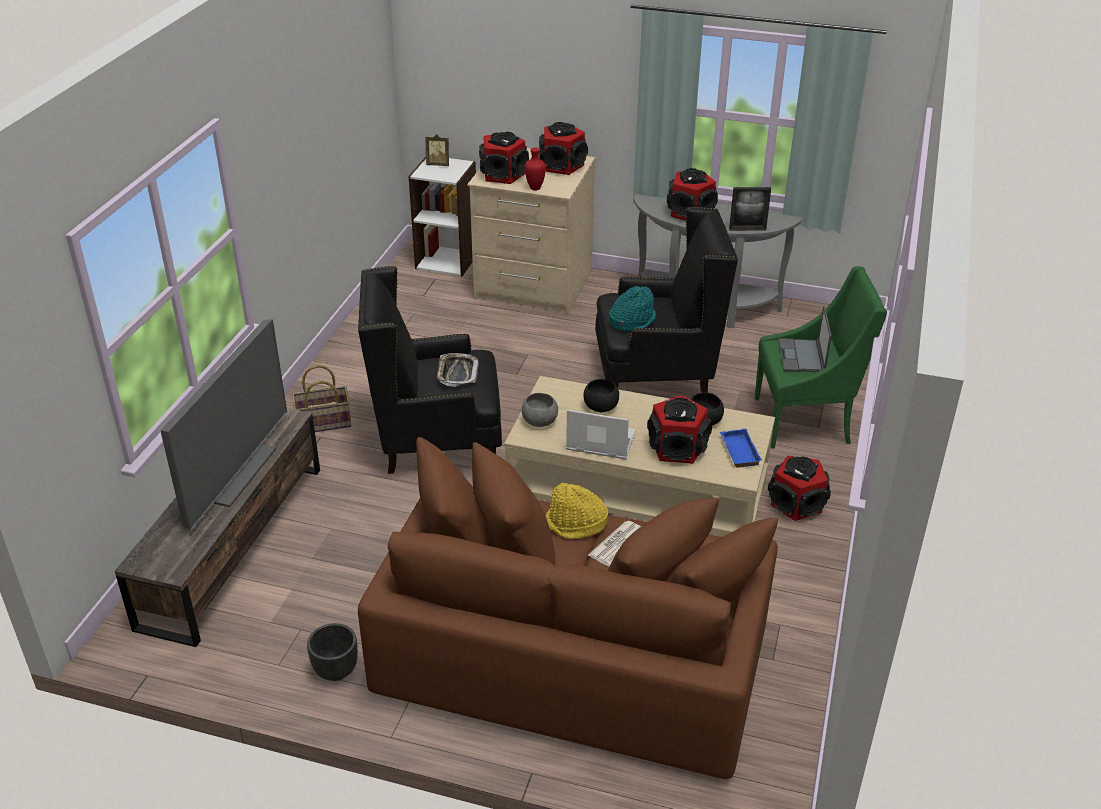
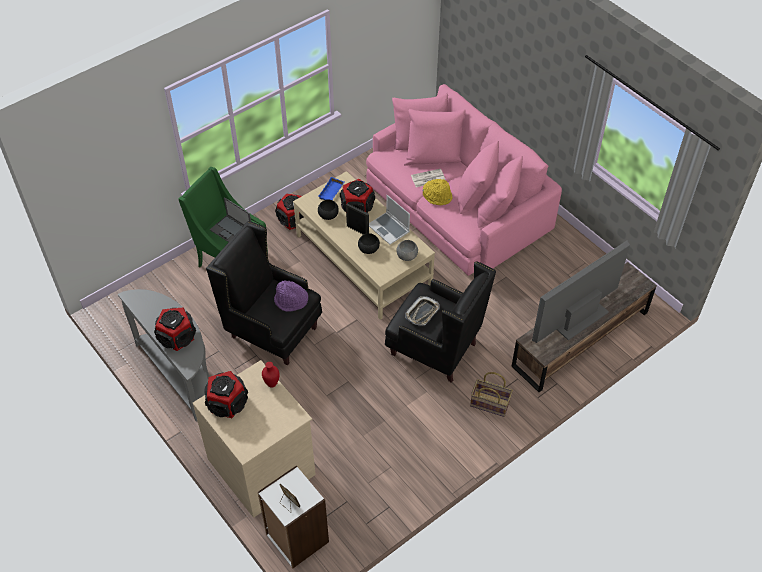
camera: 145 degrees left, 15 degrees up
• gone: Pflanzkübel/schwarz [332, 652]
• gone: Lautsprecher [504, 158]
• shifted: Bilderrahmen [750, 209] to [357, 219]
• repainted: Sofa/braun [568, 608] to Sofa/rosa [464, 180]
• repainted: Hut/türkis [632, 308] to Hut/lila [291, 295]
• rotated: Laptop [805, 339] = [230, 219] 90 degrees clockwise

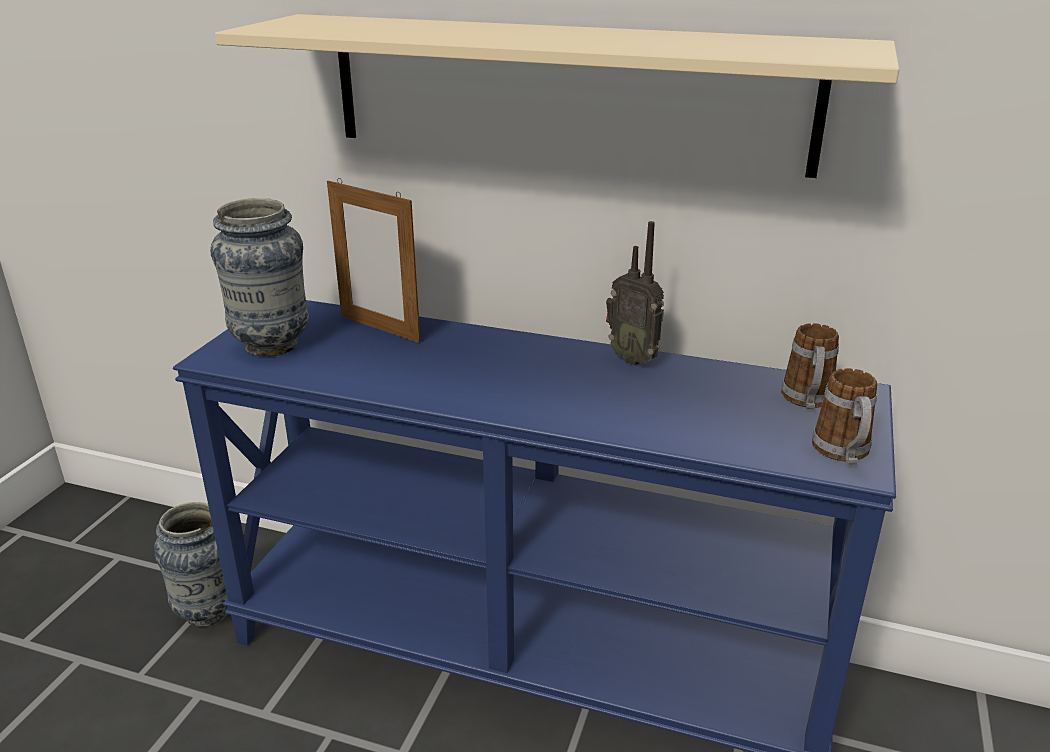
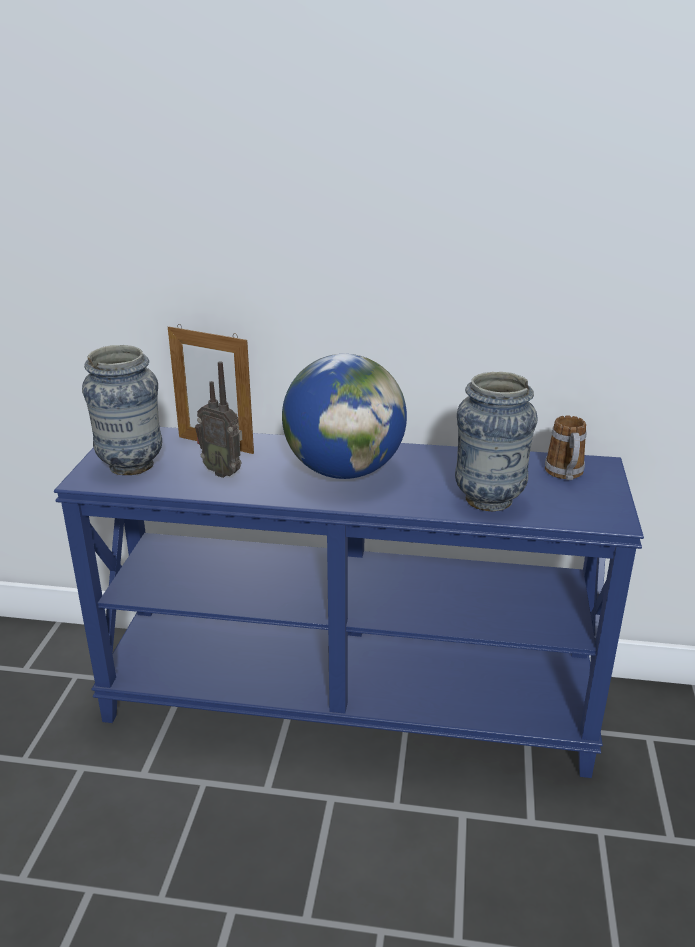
camera: 10 degrees left, 0 degrees up
• gone: Wandregal/beige [557, 96]
• gone: Henkelbecher [844, 416]
• new: Globus [344, 416]
• shifted: Vase [191, 564] to [496, 441]
• shifted: Radio [635, 293] to [218, 419]

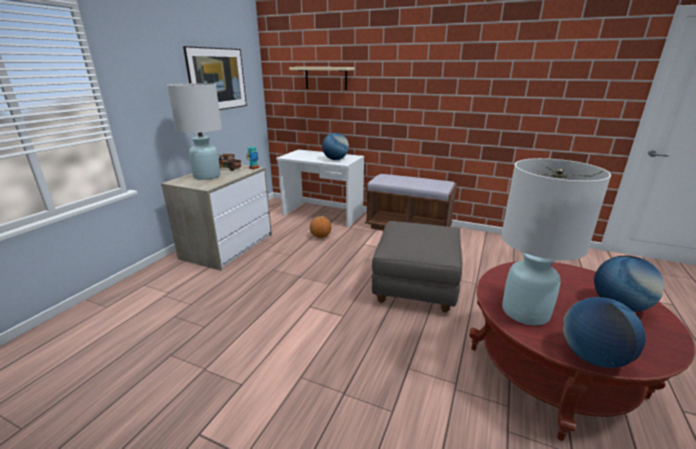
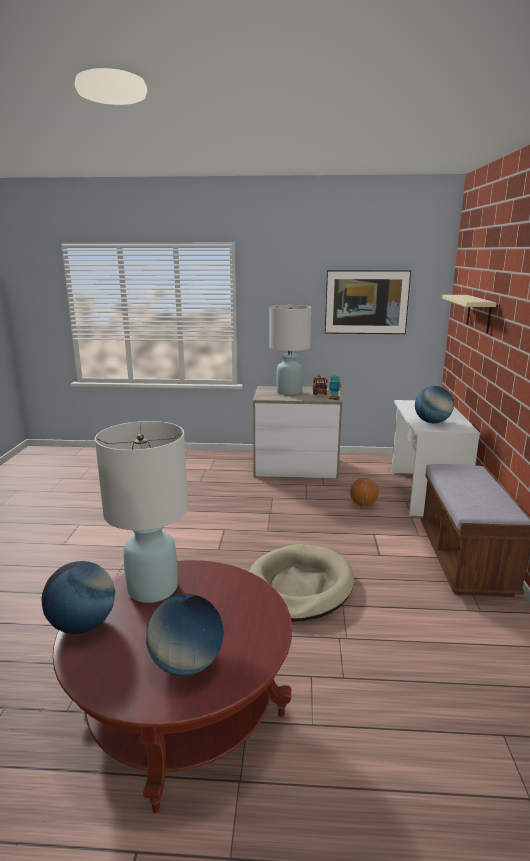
camera: 70 degrees right, 5 degrees down
• swapped: Polsterhocker/grau [417, 267] to Hundebett/beige [301, 583]

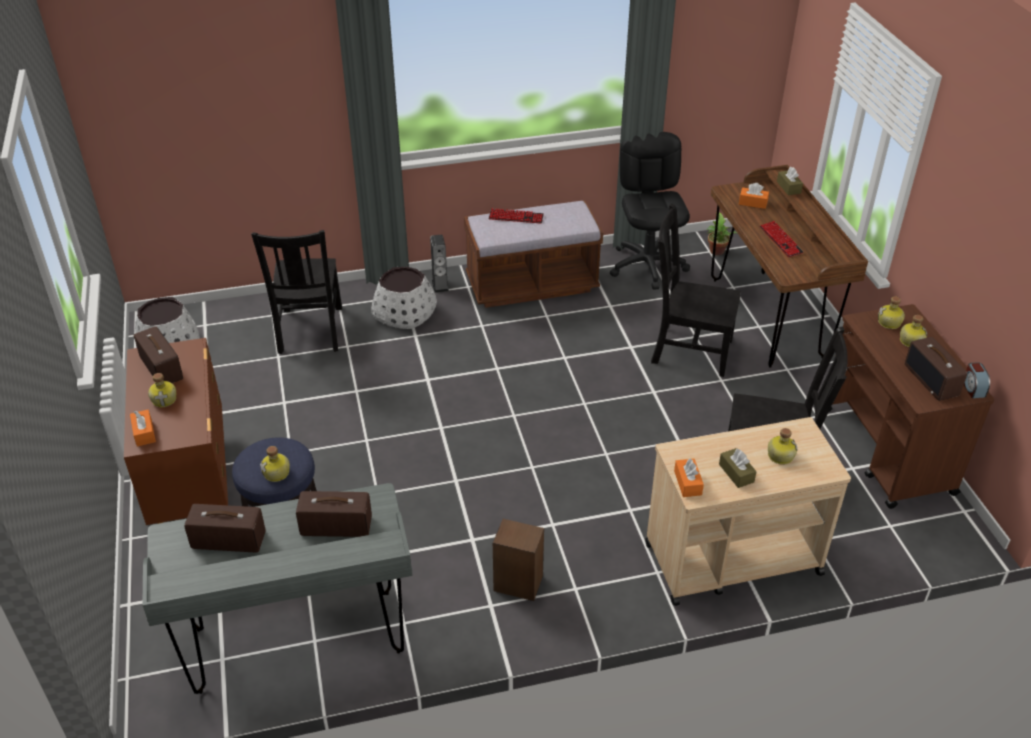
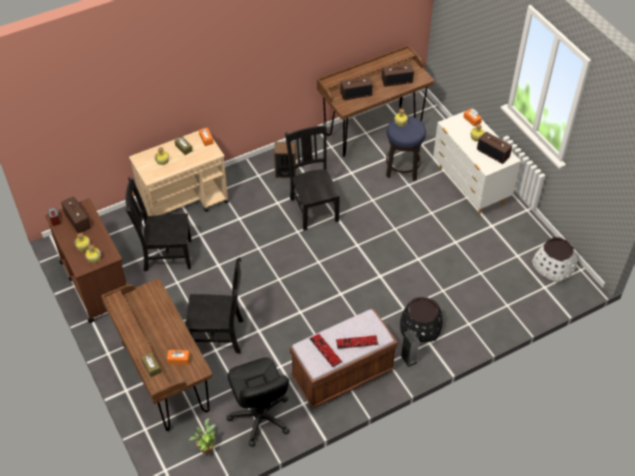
camera: 165 degrees right, 10 degrees up
• shifted: Stuhl/schwarz [296, 292] to [312, 177]
• shifted: Tastatur [782, 239] to [325, 350]
• repainted: Kommode/braun [176, 431] to Kommode/weiß [477, 163]
• repainted: Schreibtisch/grau [277, 588] to Schreibtisch/braun [375, 101]
• repainted: Pflanzkübel/weiß [404, 298] to Pflanzkübel/schwarz [421, 319]

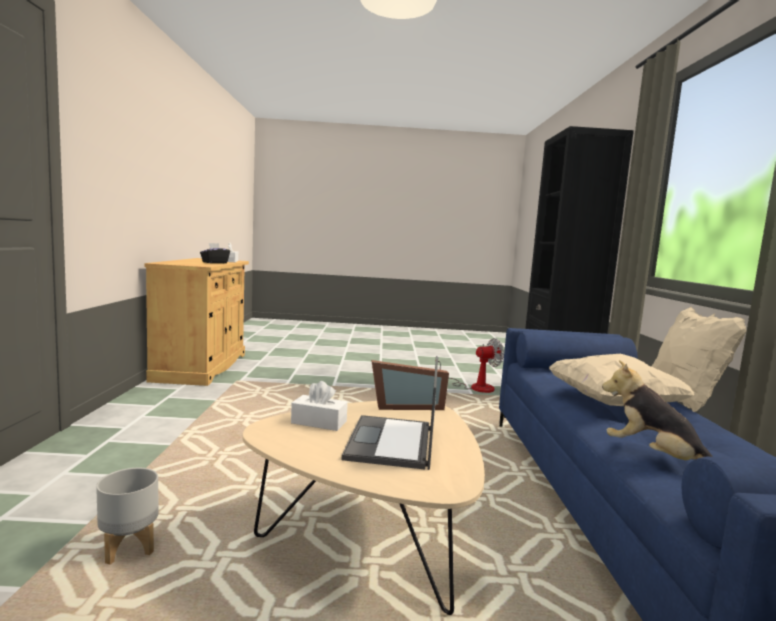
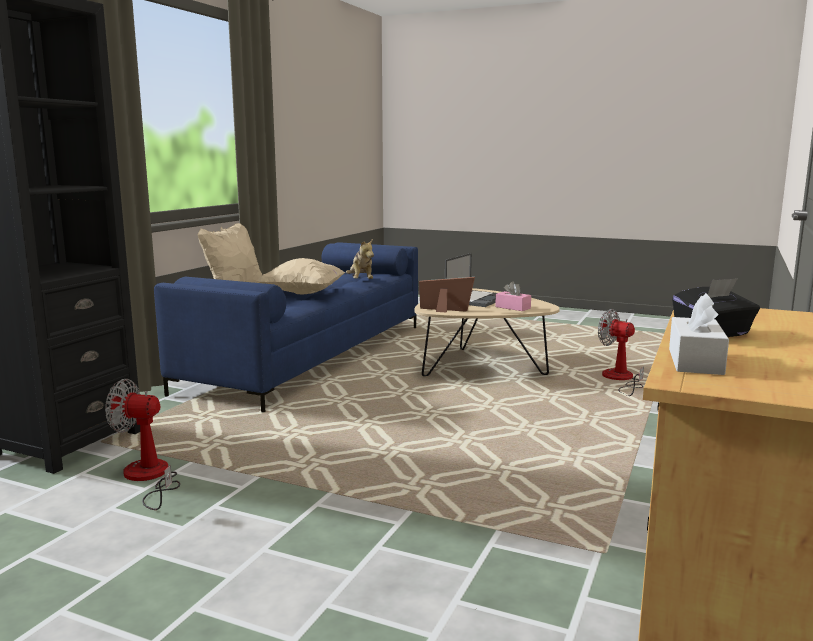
camera: 155 degrees left, 5 degrees up
• swapped: Pflanzkübel/grau [127, 516] to Ventilator [621, 352]
• repainted: Taschentuchbox/weiß [319, 406] to Taschentuchbox/rosa [513, 296]

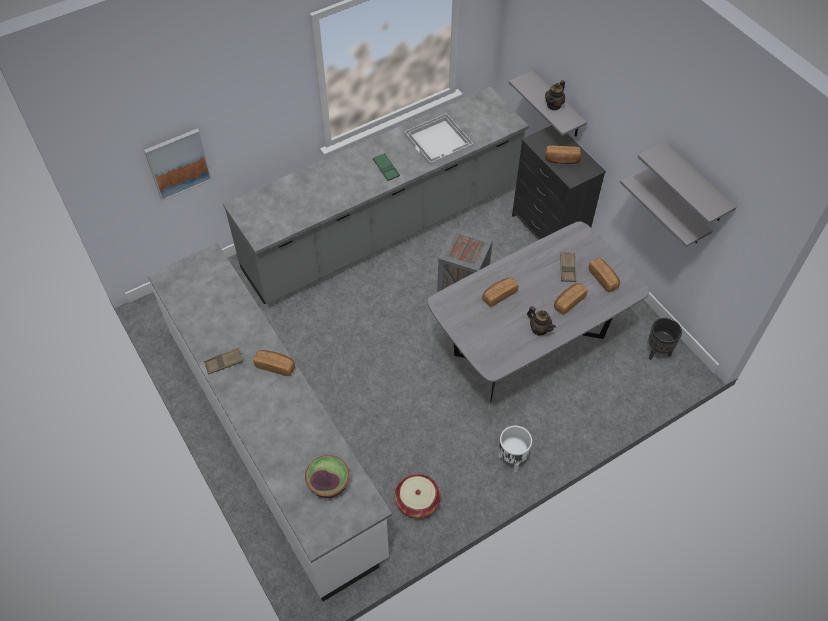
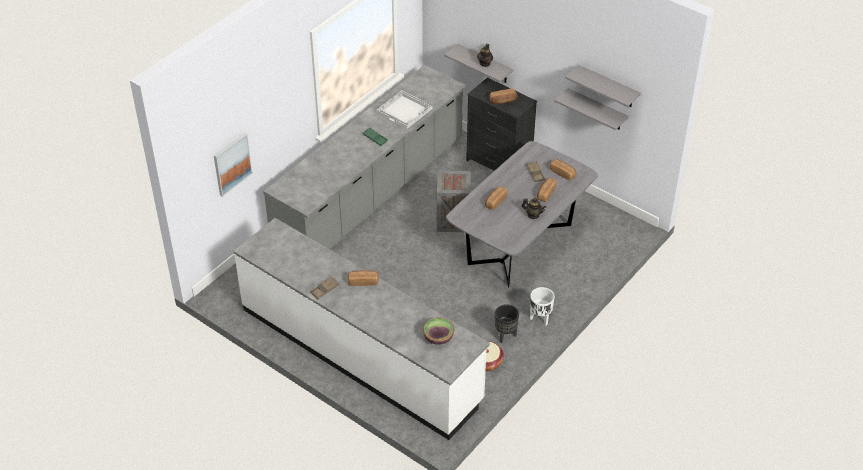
camera: 20 degrees left, 10 degrees down
• shifted: Pflanzkübel/schwarz [665, 339] to [507, 323]

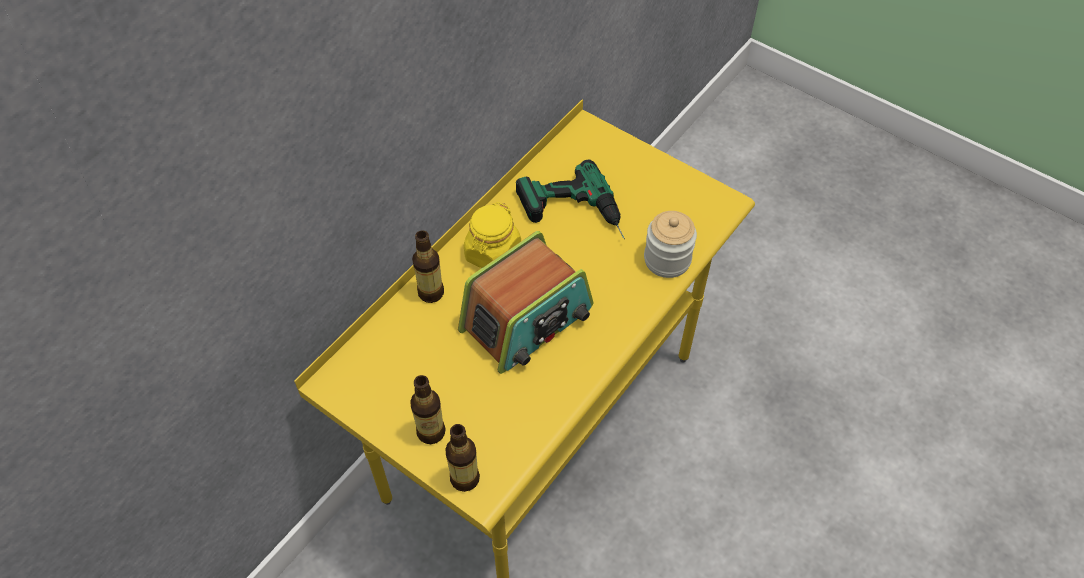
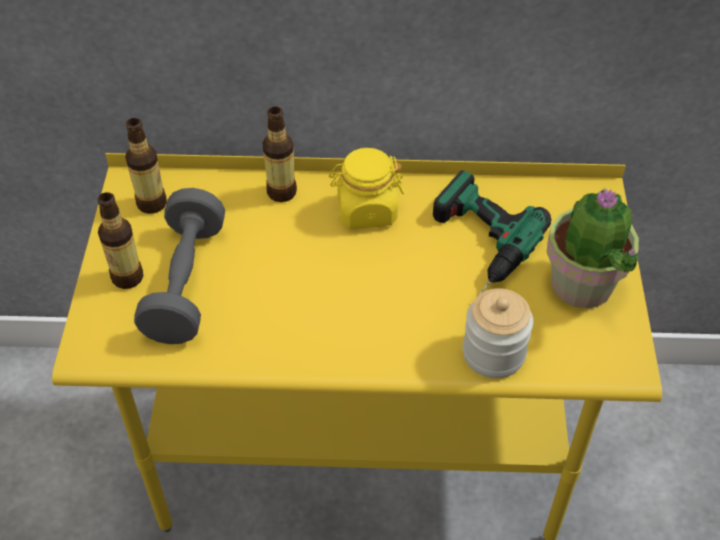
camera: 55 degrees right, 5 degrees down
• gone: Radio [525, 302]
• new: Hantel/grau [179, 266]
• new: Topfpflanze [593, 248]
• shifted: Flasche [462, 458] to [146, 166]

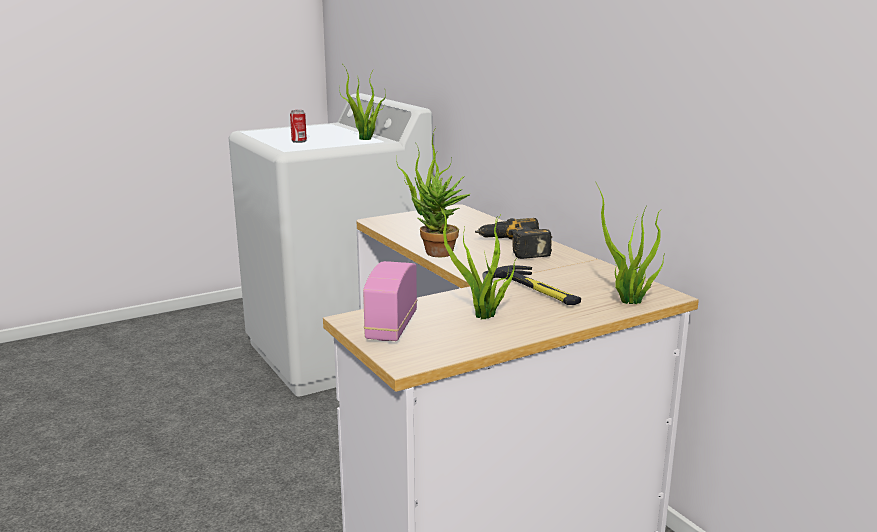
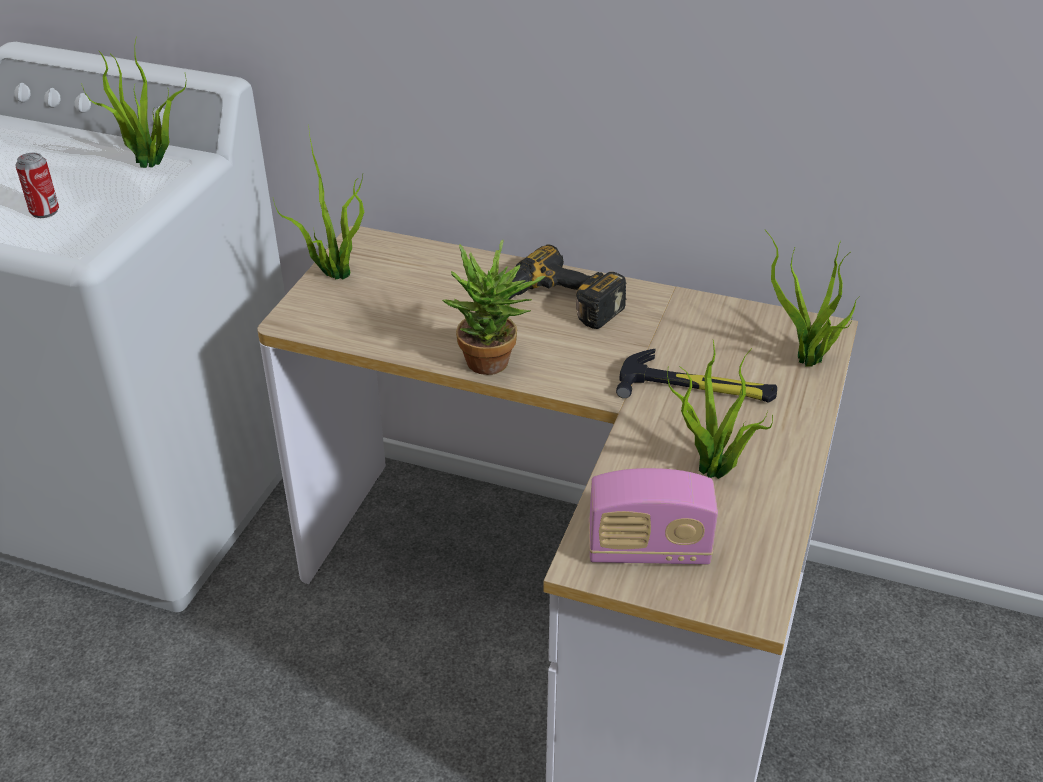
camera: 40 degrees left, 20 degrees up
• rotated: Radio [390, 301] = [653, 516] 60 degrees counterclockwise

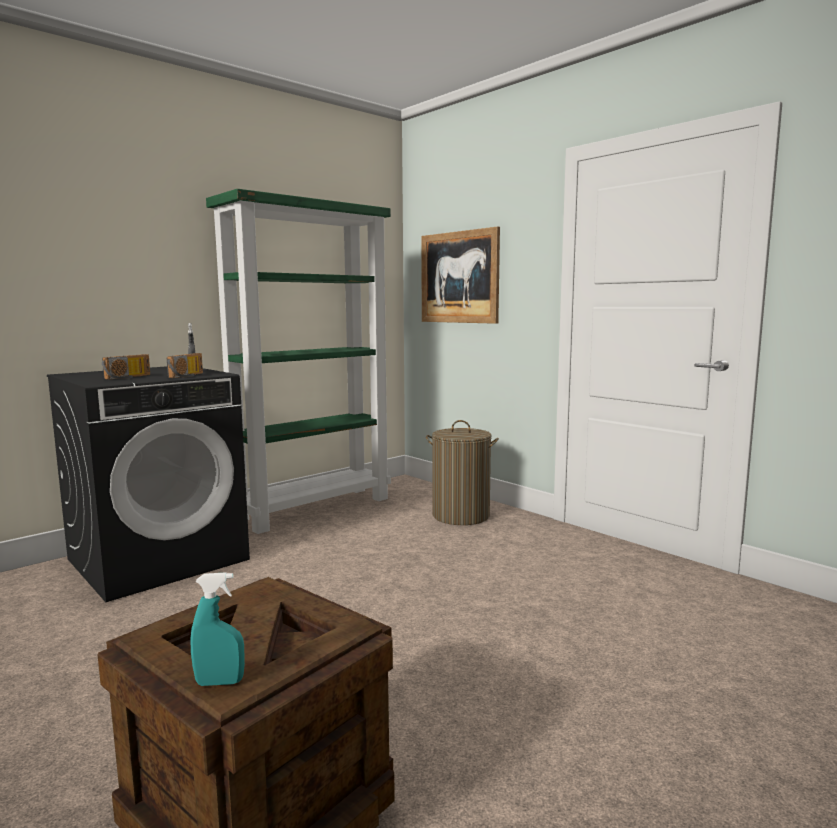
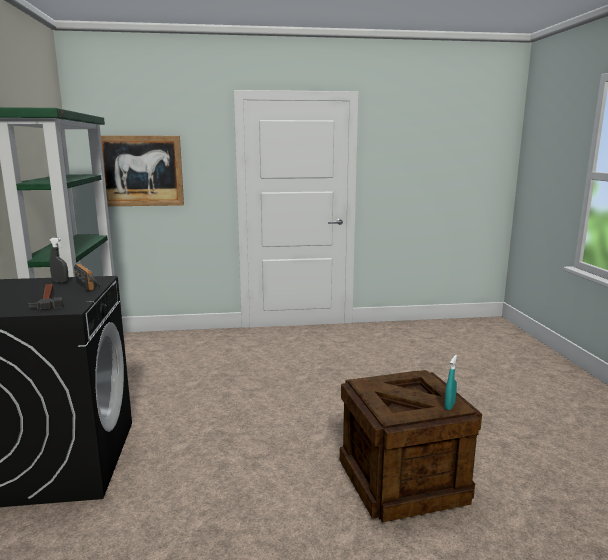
camera: 55 degrees left, 5 degrees up
• gone: Wäschekorb [462, 472]
• swapped: Radio [126, 367] to Hammer [45, 297]

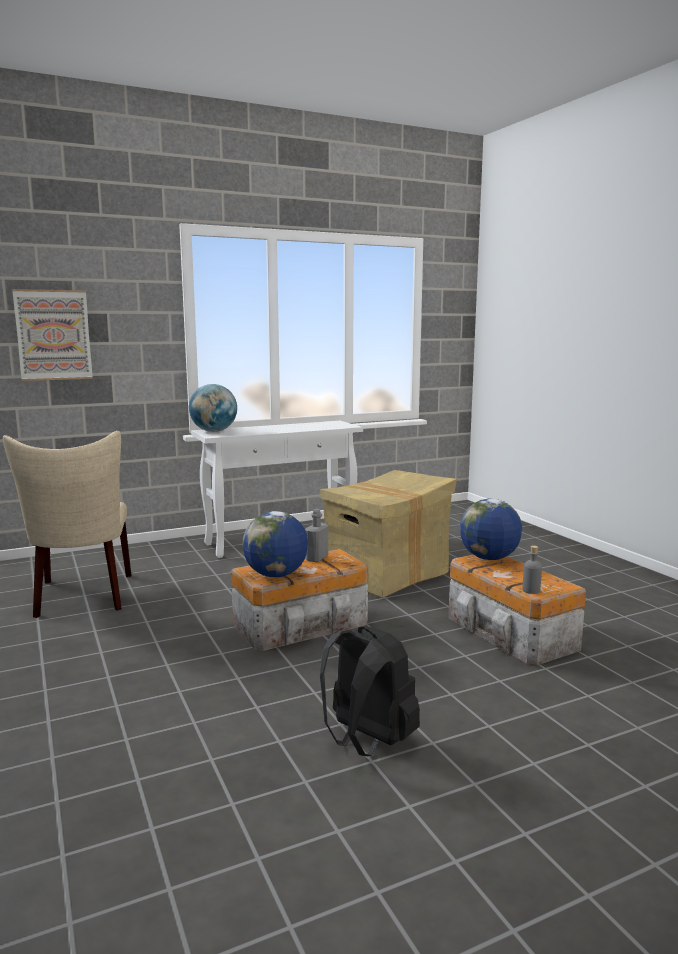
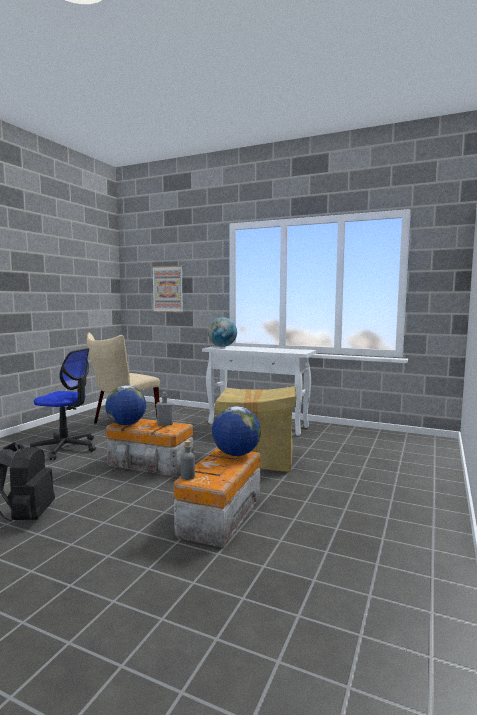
camera: 50 degrees right, 5 degrees down
• new: Bürostuhl [63, 404]

